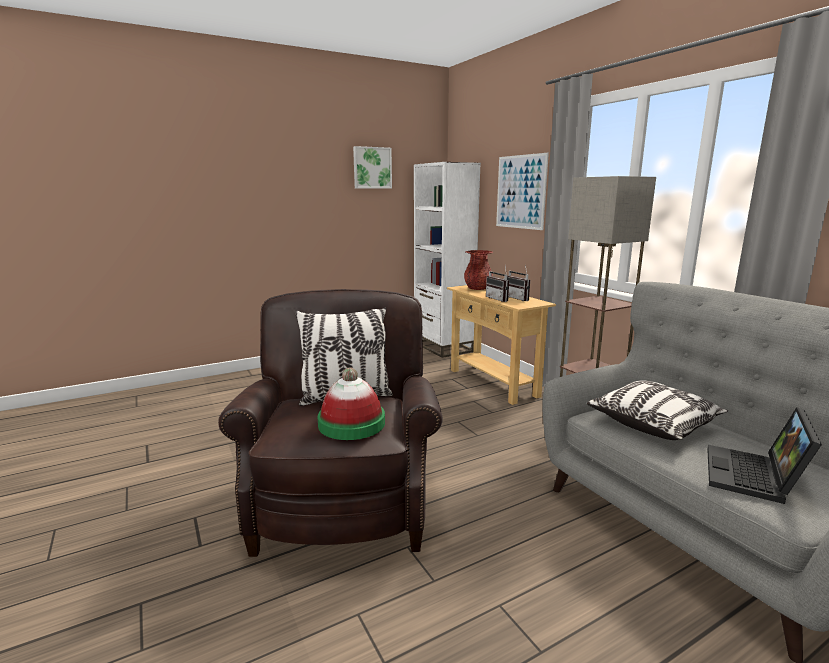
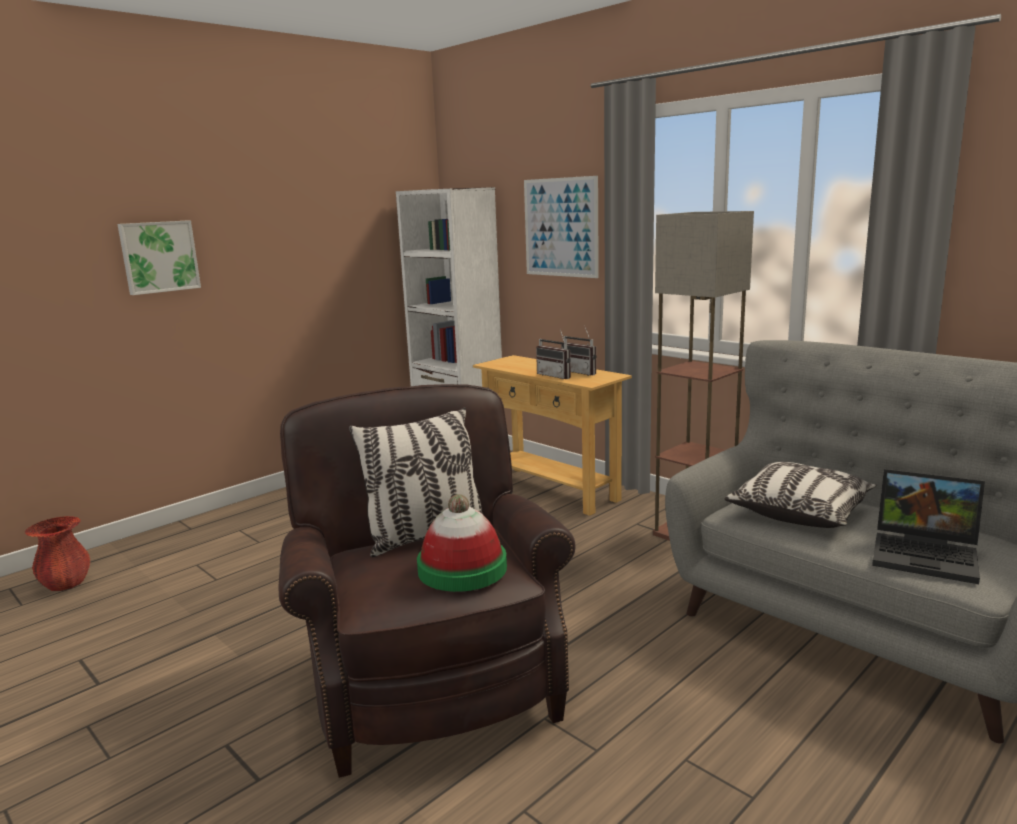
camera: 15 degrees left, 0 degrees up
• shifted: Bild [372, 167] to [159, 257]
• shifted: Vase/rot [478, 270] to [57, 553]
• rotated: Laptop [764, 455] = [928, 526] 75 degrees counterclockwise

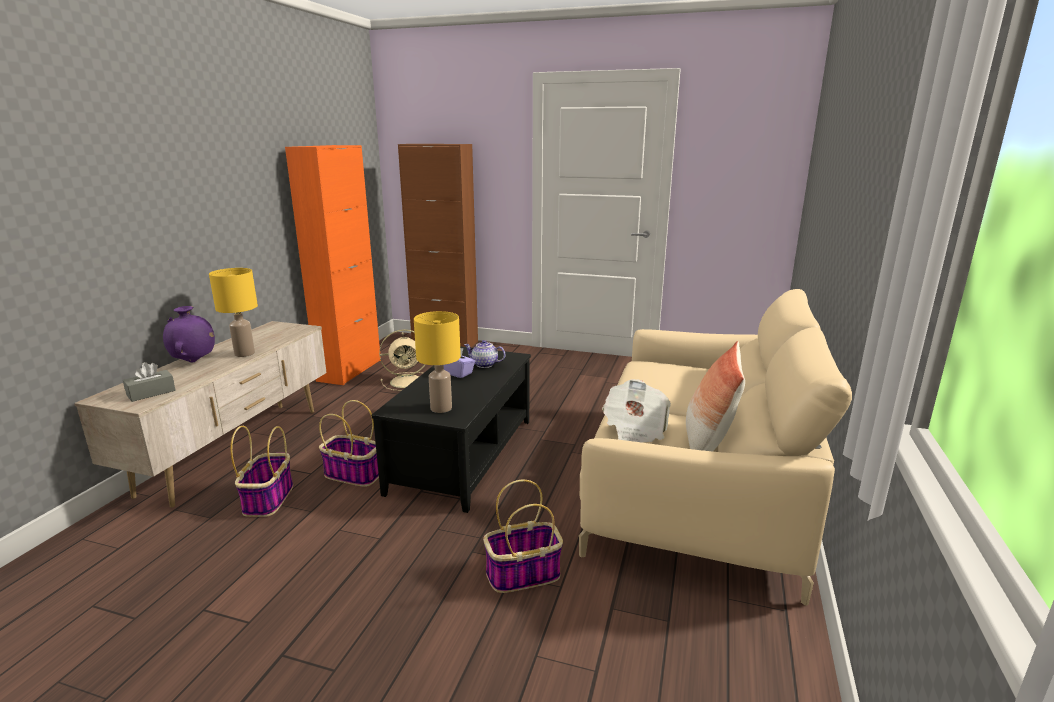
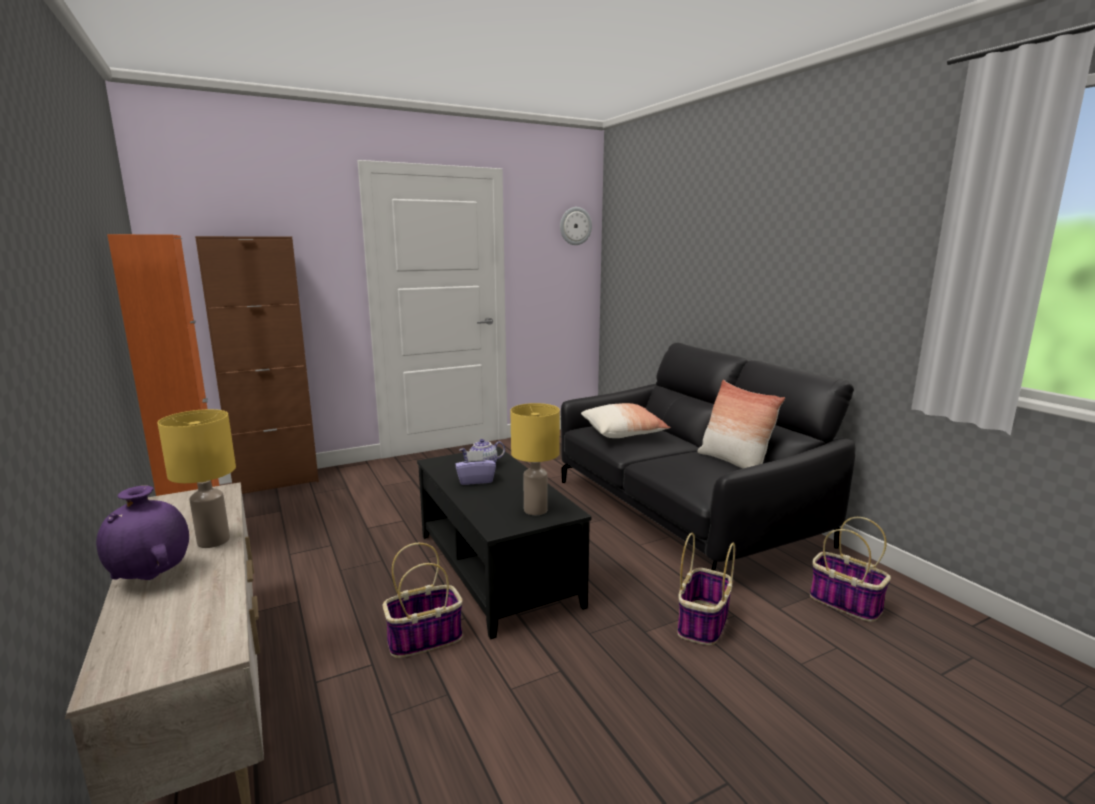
camera: 45 degrees left, 5 degrees down
• gone: Taschentuchbox/grau [149, 382]
• gone: Ventilator/beige [402, 360]
• gone: Zeitung [636, 410]
• new: Wanduhr [576, 226]
• new: Kissen [626, 420]
• shifted: Korb [261, 471] to [850, 569]
• repainted: Sofa/beige [715, 447] to Sofa/schwarz [708, 456]

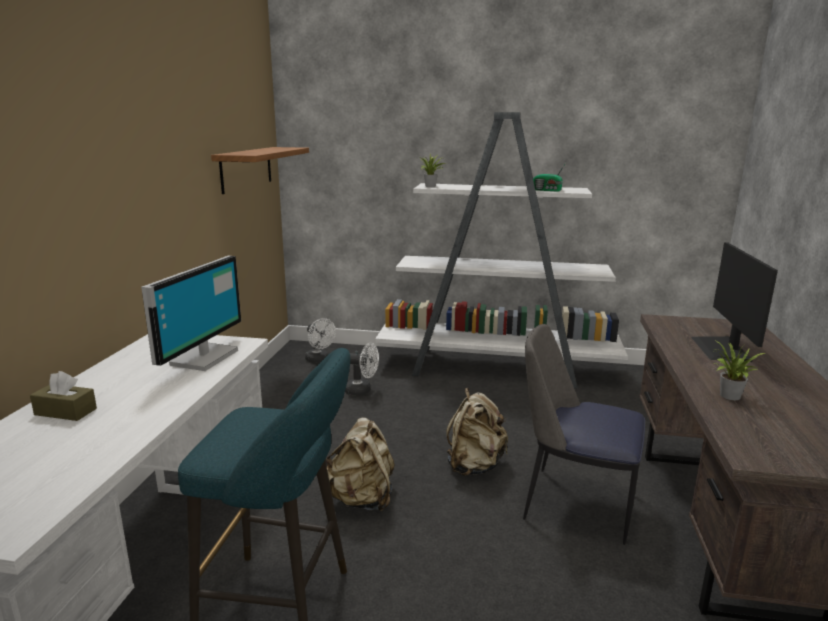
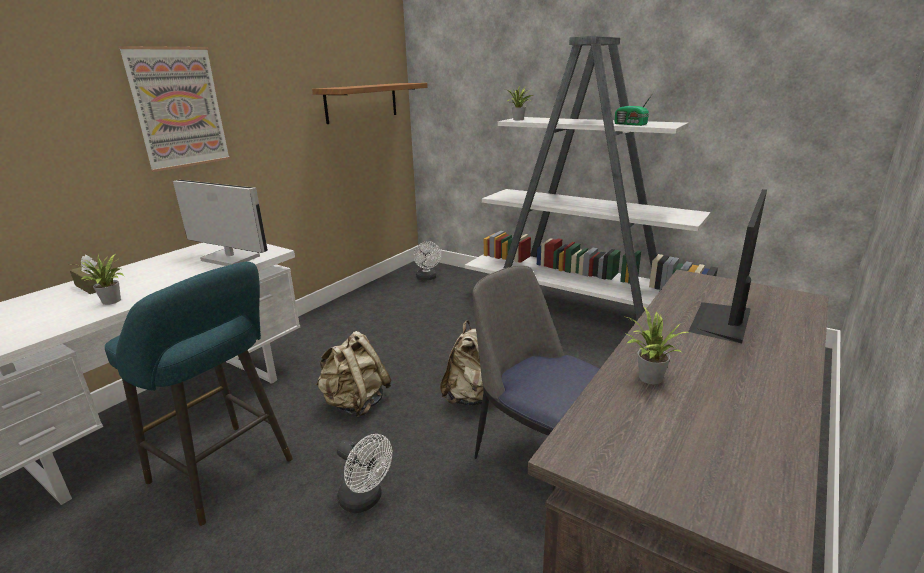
camera: 25 degrees right, 5 degrees up
• new: Topfpflanze [97, 279]
• new: Bild [174, 109]
• shifted: Ventilator/weiß [362, 369] to [364, 473]
• rotated: Monitor [191, 313] = [220, 223] 105 degrees counterclockwise

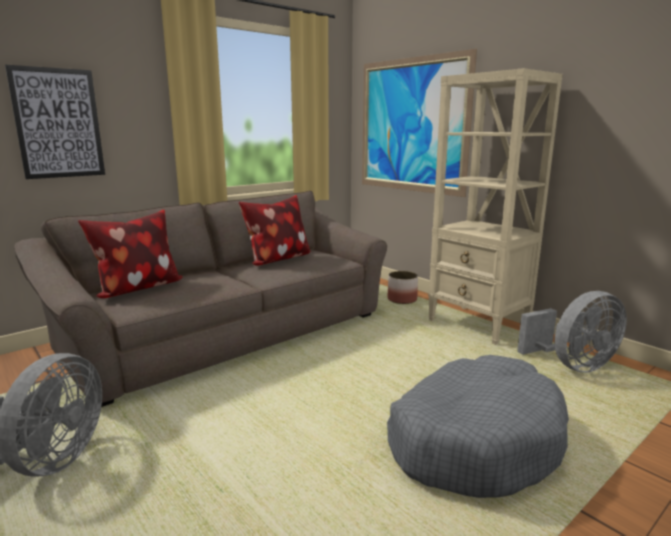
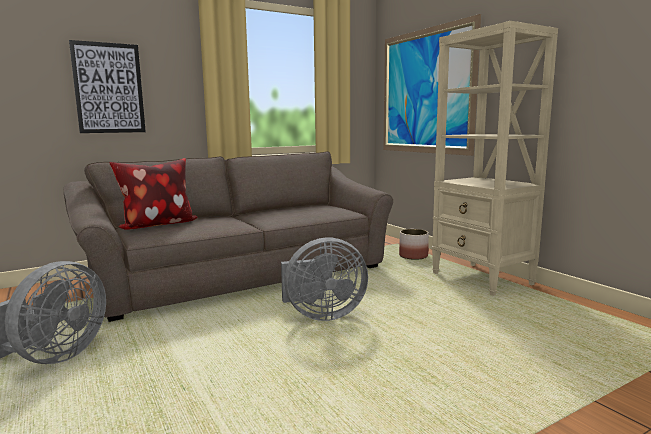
camera: 10 degrees right, 5 degrees down
• gone: Kissen [274, 230]
• gone: Hundebett/grau [478, 426]
• shifted: Ventilator/grau [572, 332] to [324, 279]

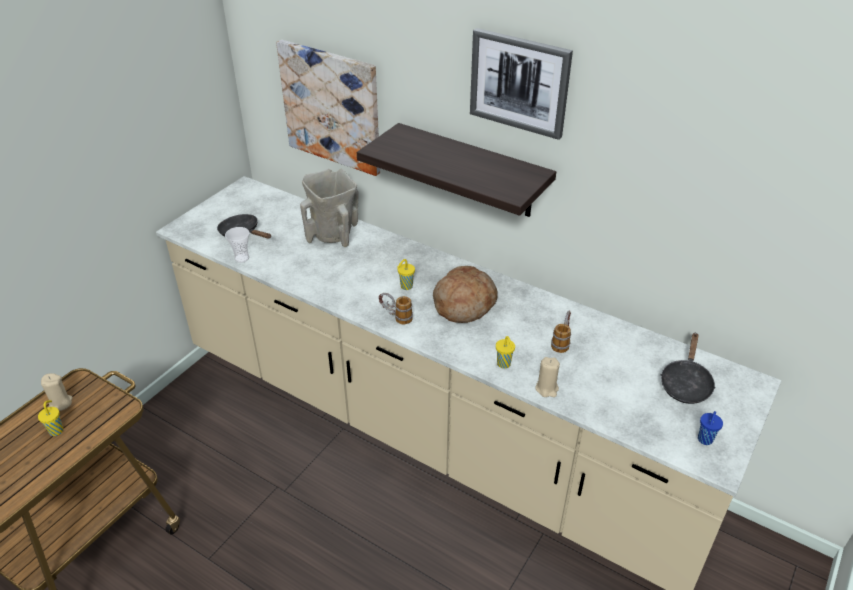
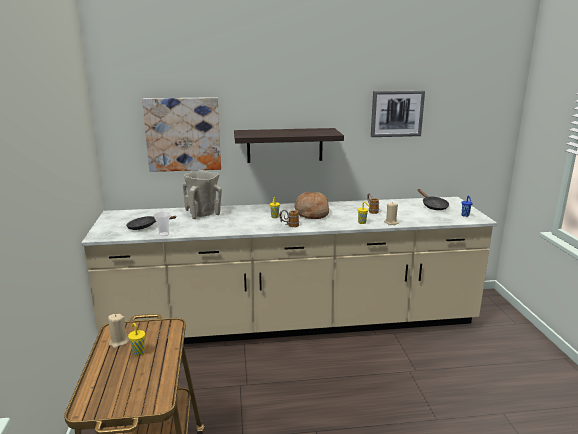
camera: 40 degrees left, 20 degrees down
• shifted: Bild [521, 84] to [398, 113]

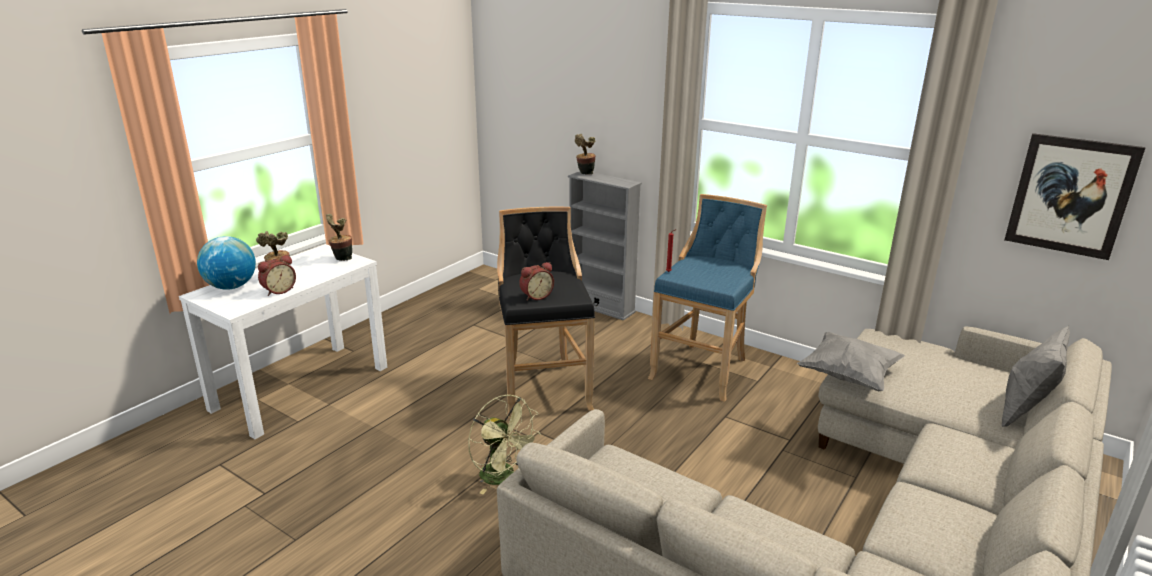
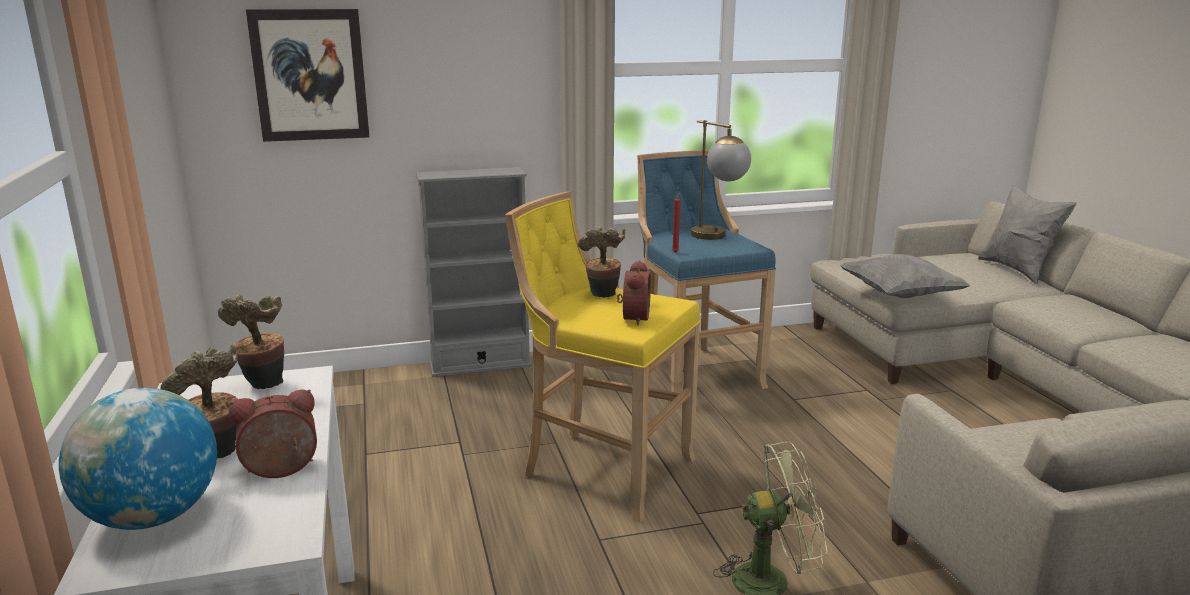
camera: 50 degrees left, 5 degrees down
• new: Tischlampe [721, 180]
• shifted: Topfpflanze [585, 154] to [601, 262]
• shifted: Bild [1075, 196] to [307, 75]
• repainted: Hocker/schwarz [546, 313] to Hocker/gelb [602, 357]
• rotated: Wecker [277, 275] = [273, 433] 105 degrees counterclockwise

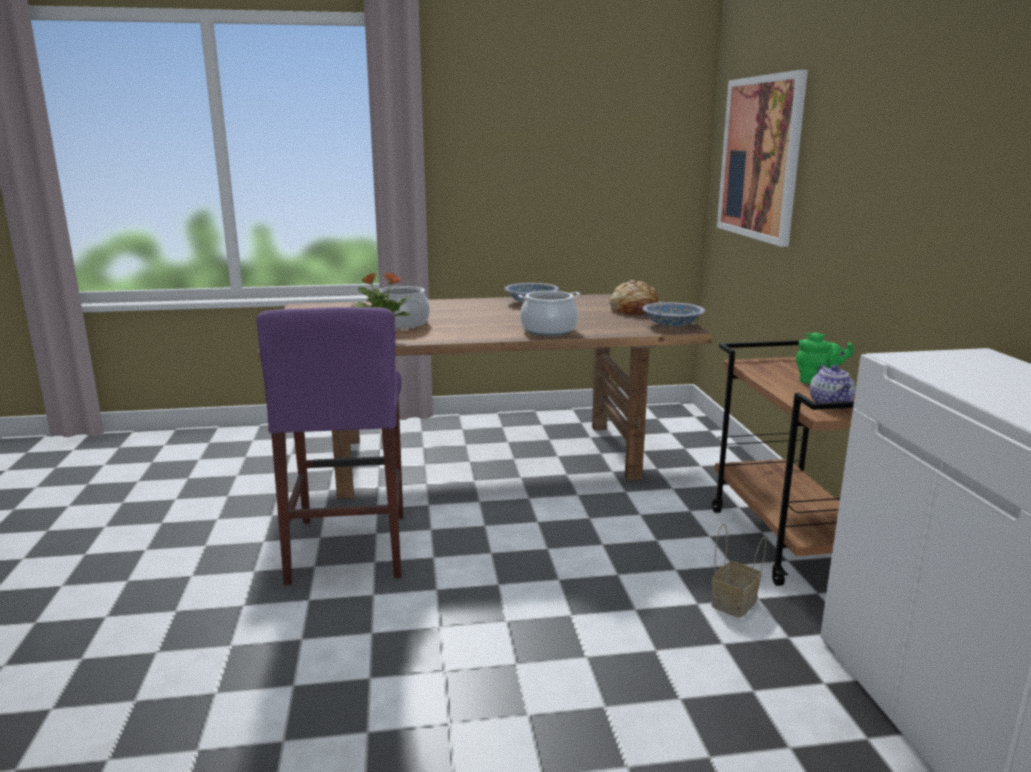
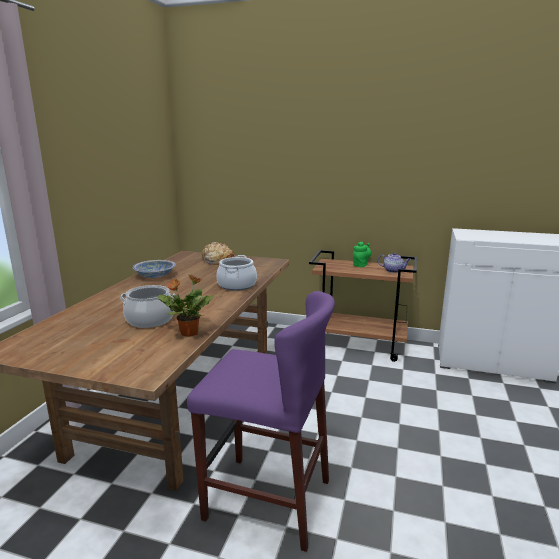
camera: 65 degrees left, 0 degrees up
• gone: Schüssel [673, 314]
• gone: Korb [738, 570]
• gone: Bild [762, 158]

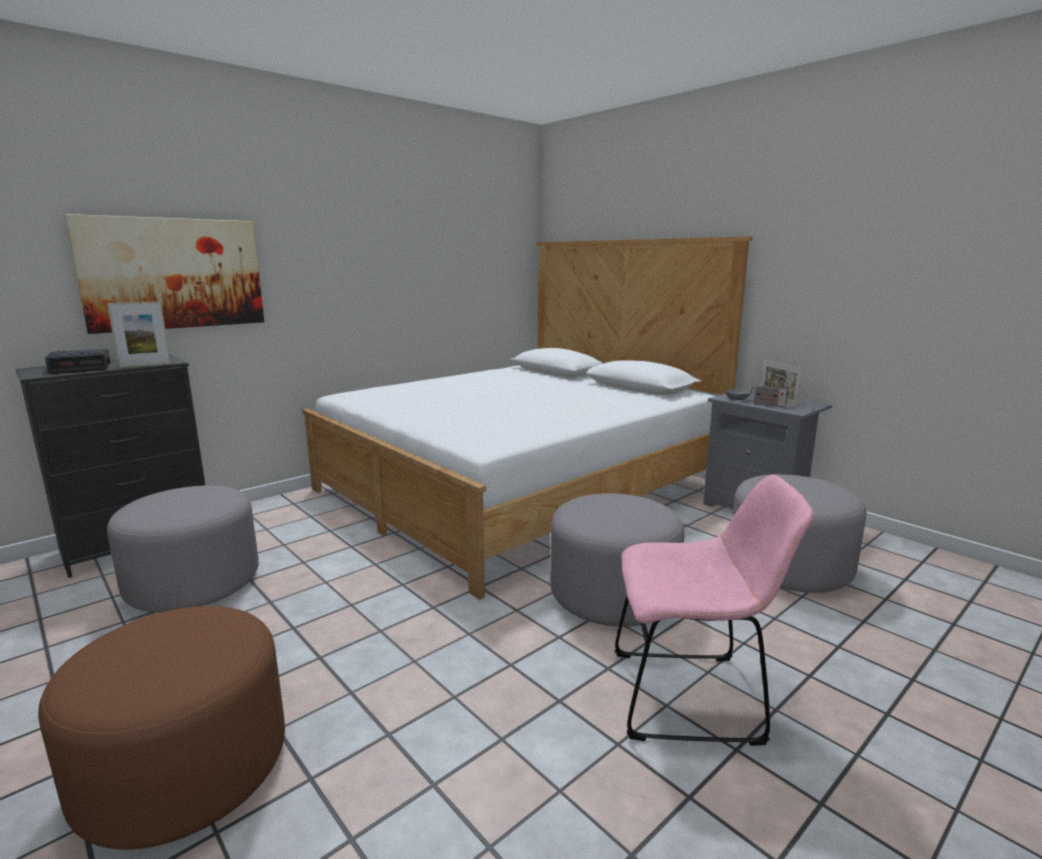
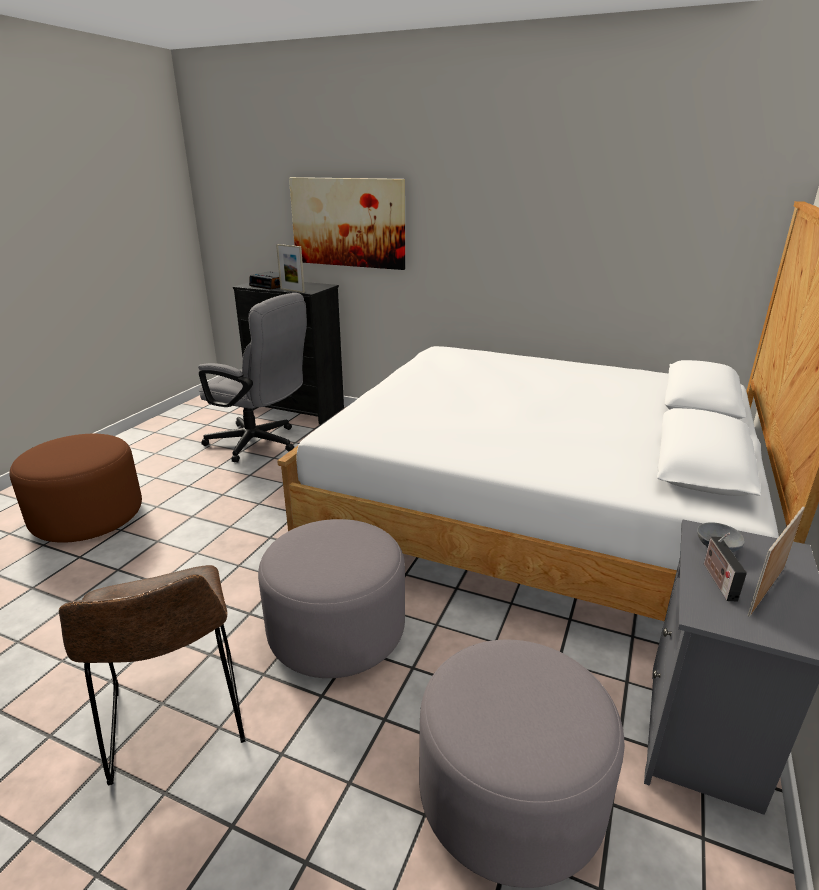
camera: 65 degrees right, 10 degrees up
• swapped: Polsterhocker/grau [183, 548] to Bürostuhl/grau [252, 377]
• repainted: Stuhl/rosa [714, 610] to Stuhl/braun [152, 675]

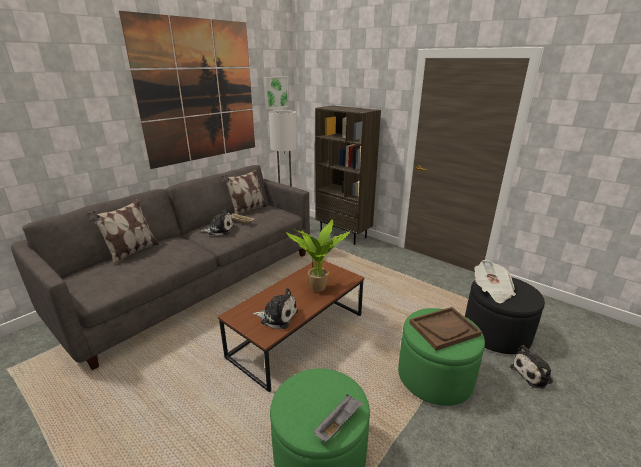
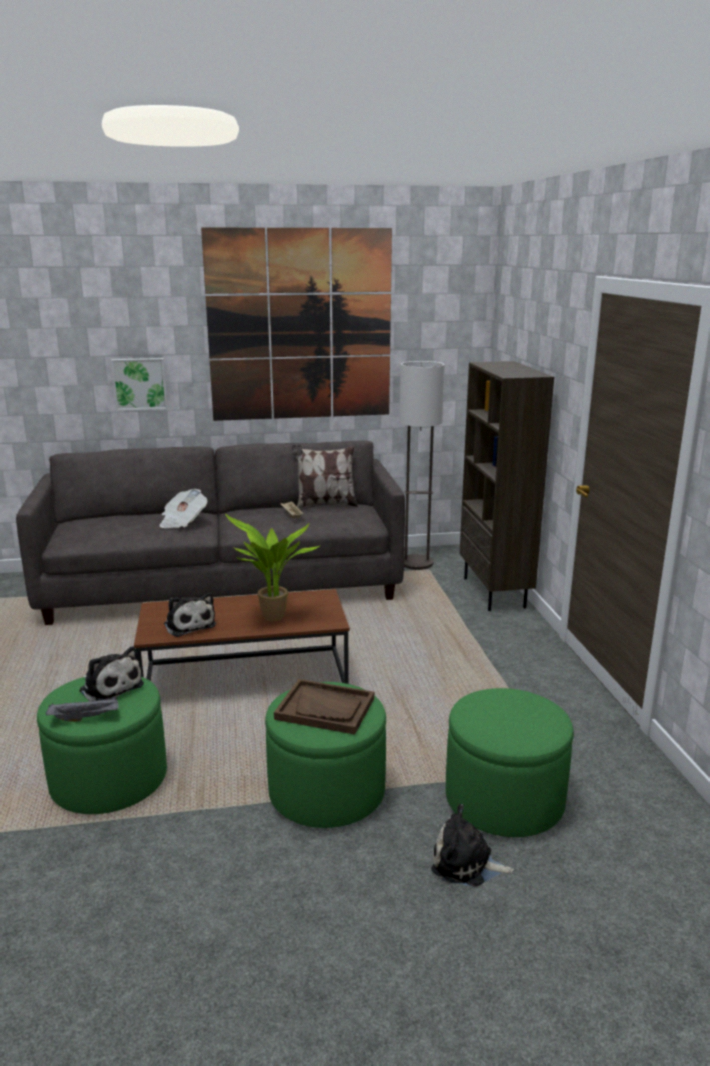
camera: 40 degrees right, 5 degrees down
• gone: Kissen [123, 232]
• shifted: Plüschtier [217, 222] to [111, 673]
• shifted: Bild [276, 92] to [139, 384]
• shifted: Zeitung [495, 281] to [183, 508]
• repainted: Polsterhocker/schwarz [505, 315] to Polsterhocker/grün [510, 762]

